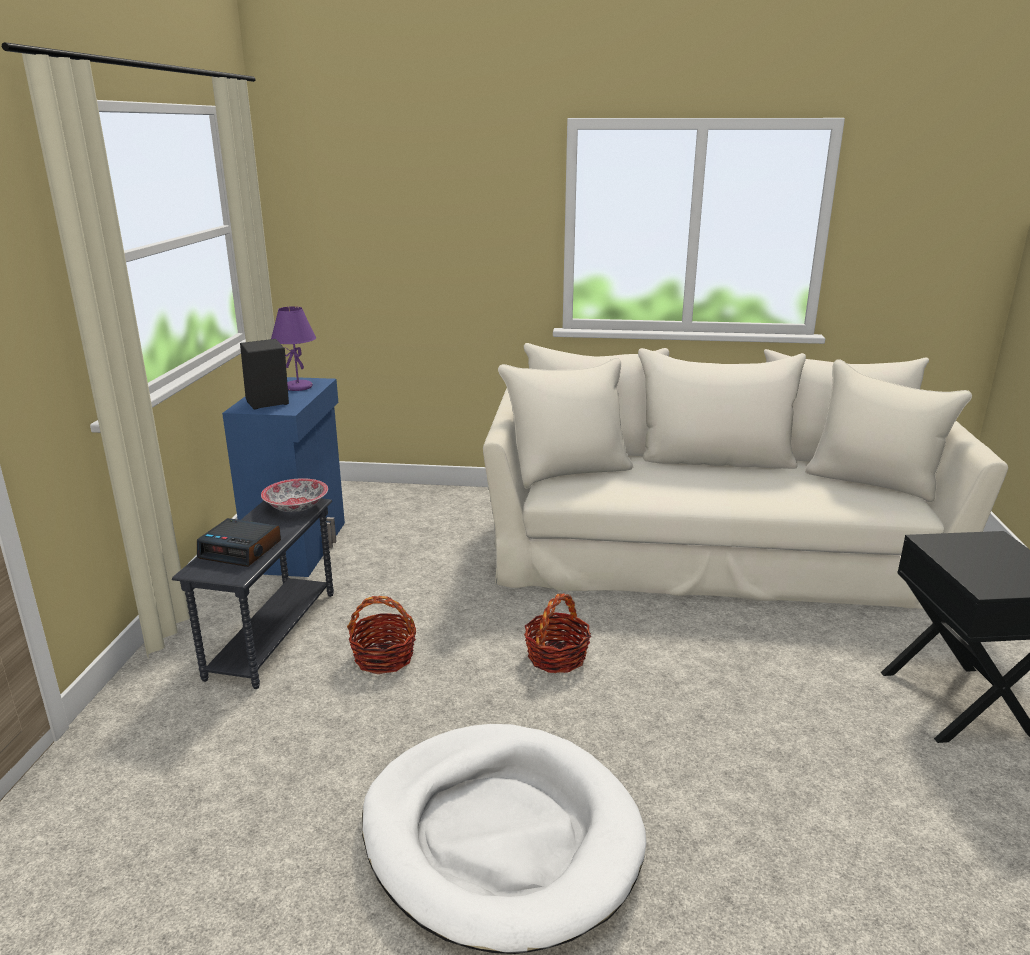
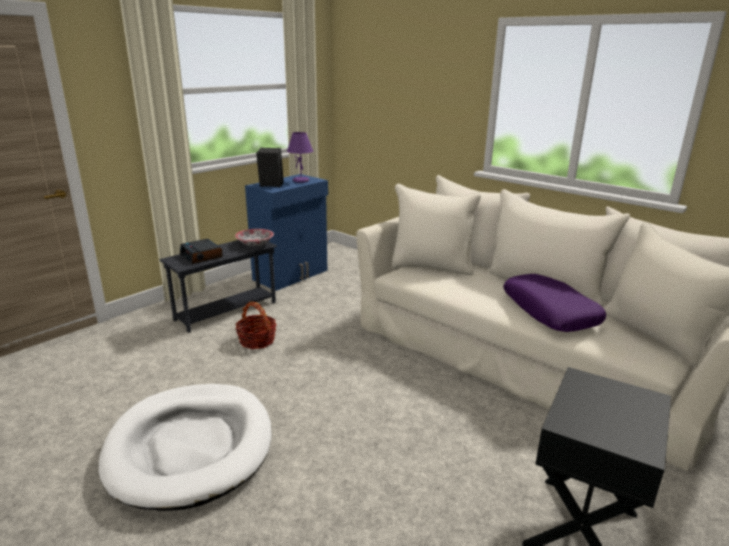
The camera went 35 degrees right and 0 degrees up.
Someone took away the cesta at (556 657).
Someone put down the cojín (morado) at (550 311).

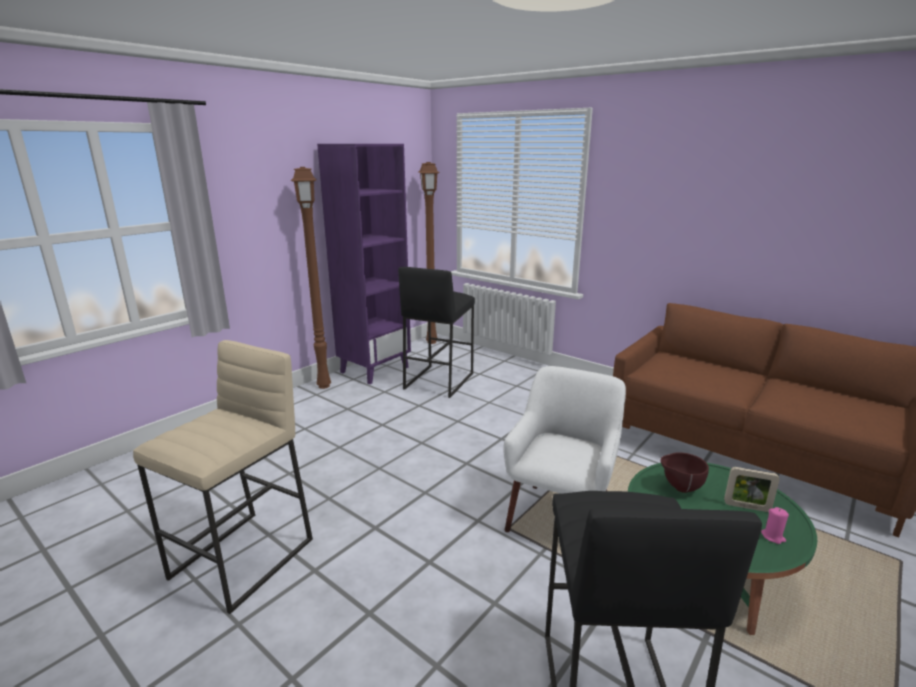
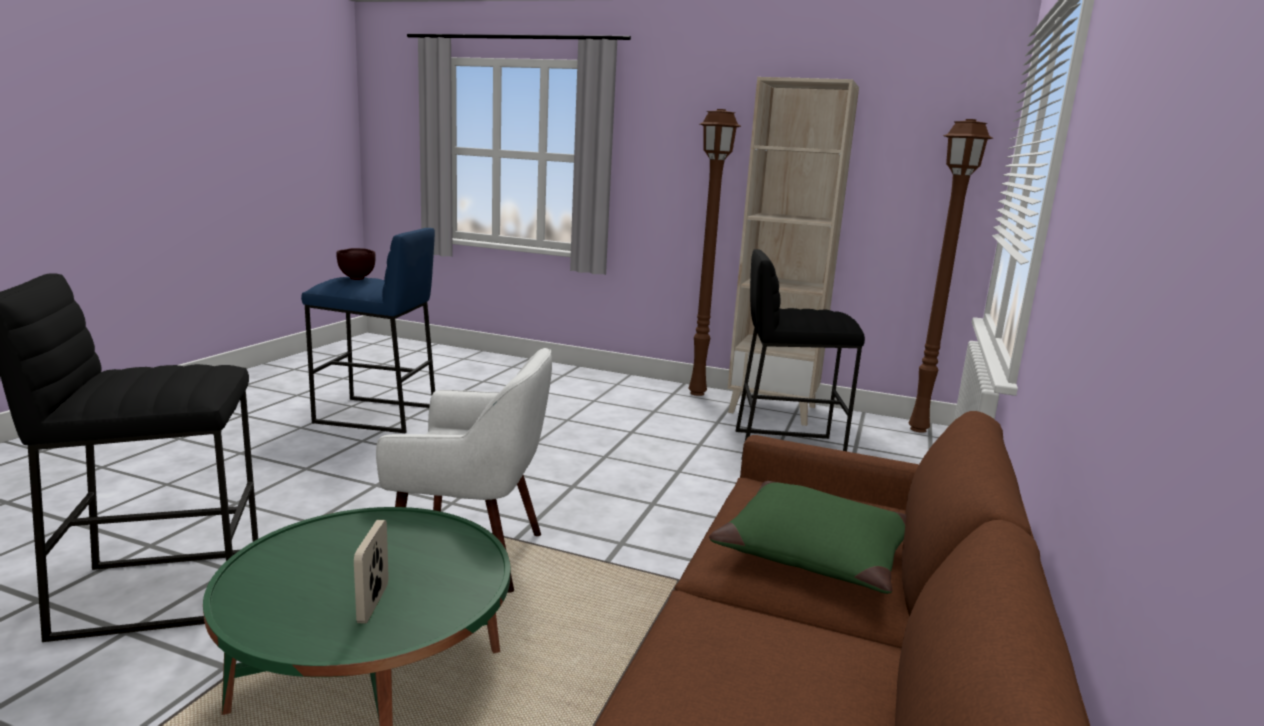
The camera went 70 degrees right and 5 degrees down.
Someone repainted the estantería (morado) at (374 369), which became the estantería (beis) at (773 409).
Someone repainted the taburete (beis) at (243 559), which became the taburete (azul) at (375 415).
Someone carried the cuenco (marrón) from (679 488) to (357 278).
Someone took away the vela (rosa) at (773 537).
Someone put down the cojín (verde) at (815 552).

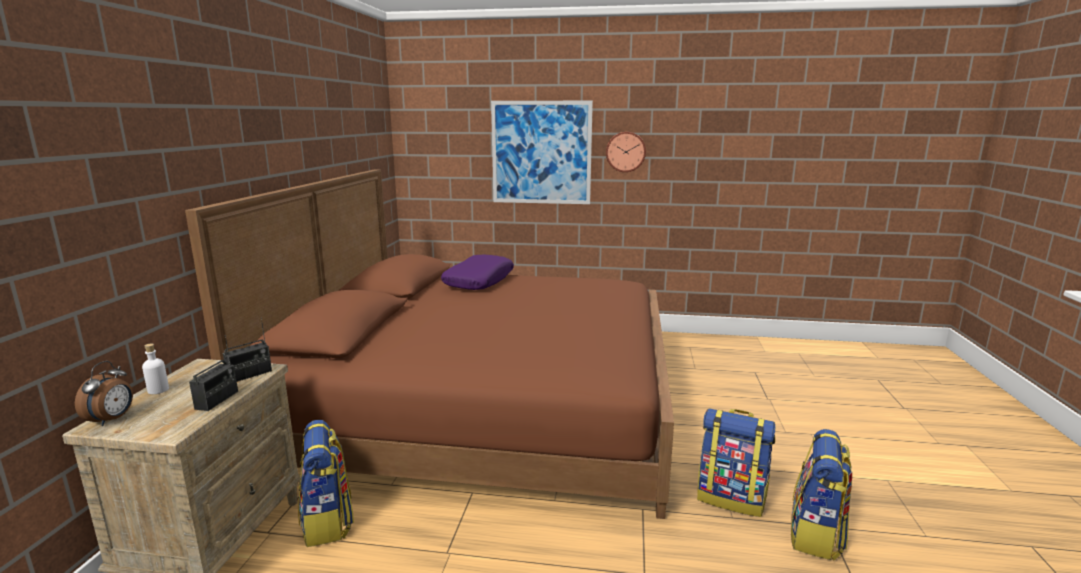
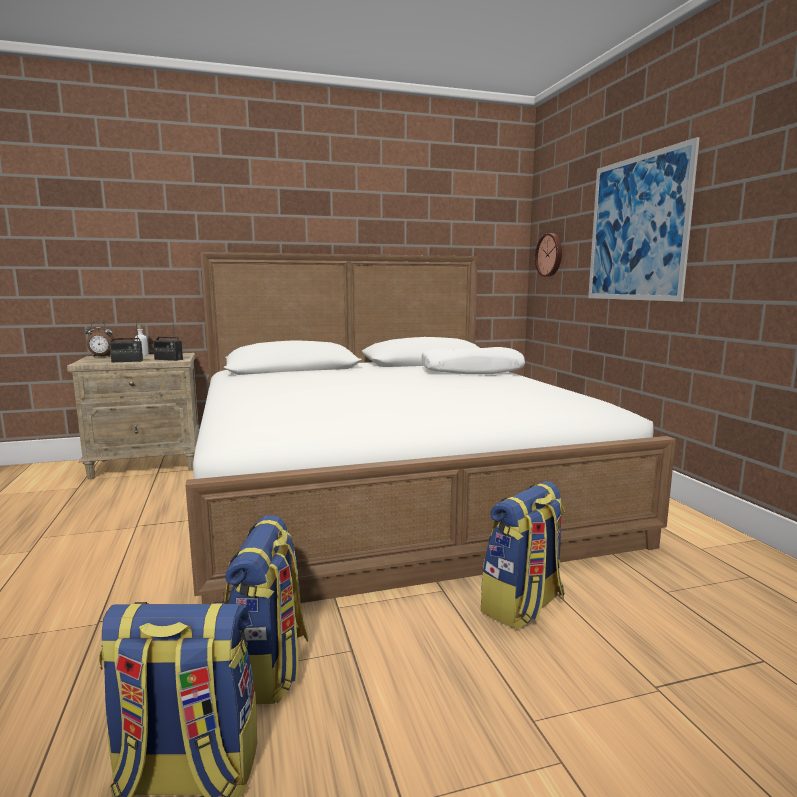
The camera went 65 degrees right and 5 degrees down.
Someone carried the reloj de pared from (625 151) to (550 255).
Someone repainted the cama (marrón) at (485 402), which became the cama (blanco) at (387 487).
Someone repainted the cojín (morado) at (478 281), which became the cojín (blanco) at (471 371).
Someone carried the mochila from (328 522) to (523 606).

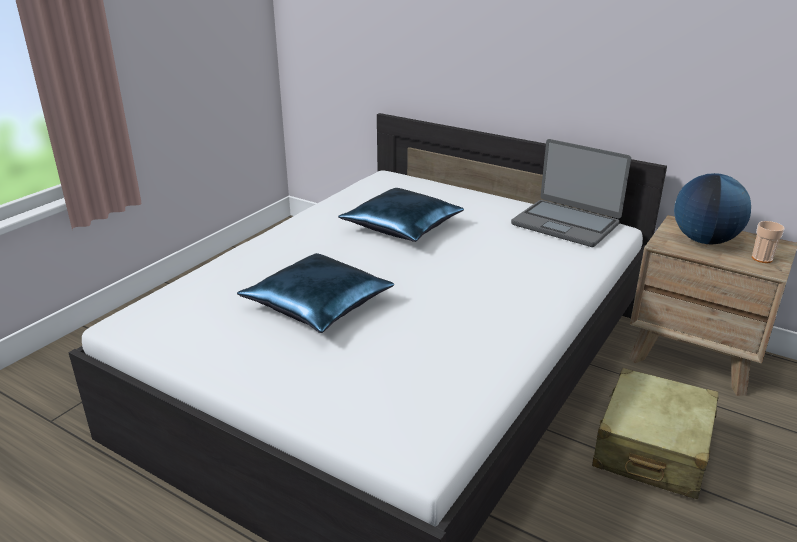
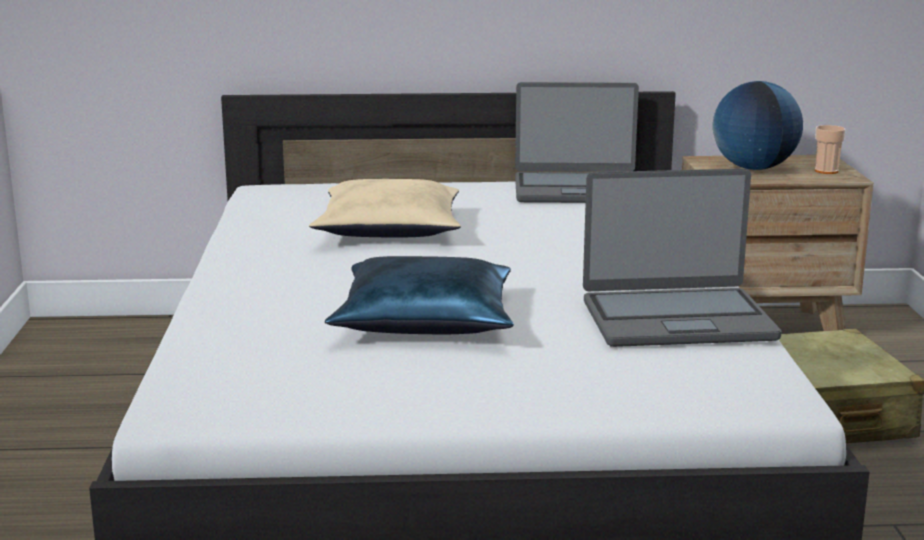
The camera went 35 degrees left and 10 degrees down.
Someone repainted the cojín (azul) at (403 226), which became the cojín (beis) at (391 229).
Someone put down the portátil at (676 319).

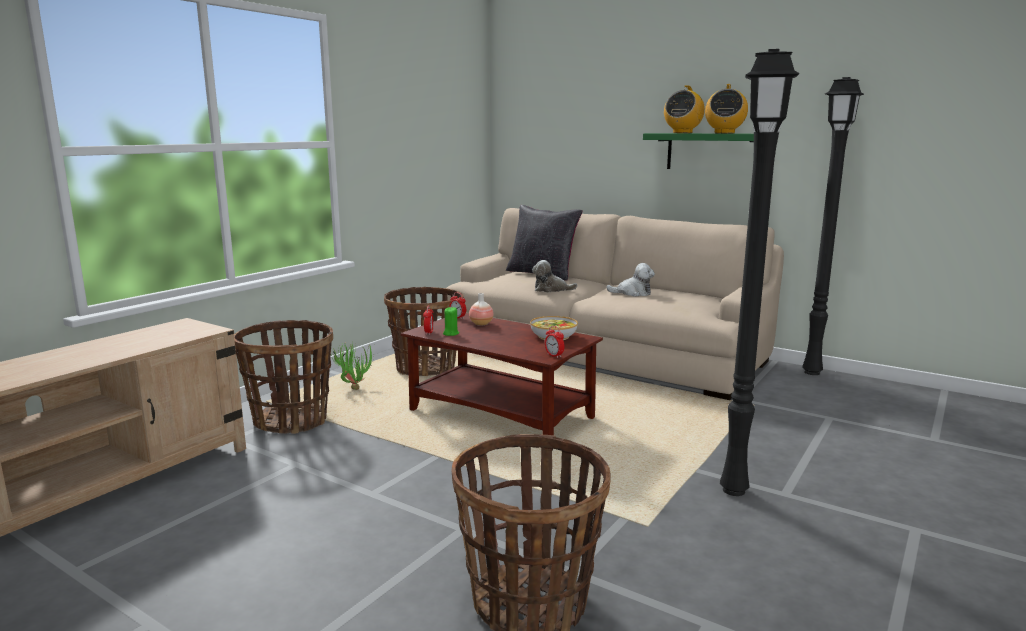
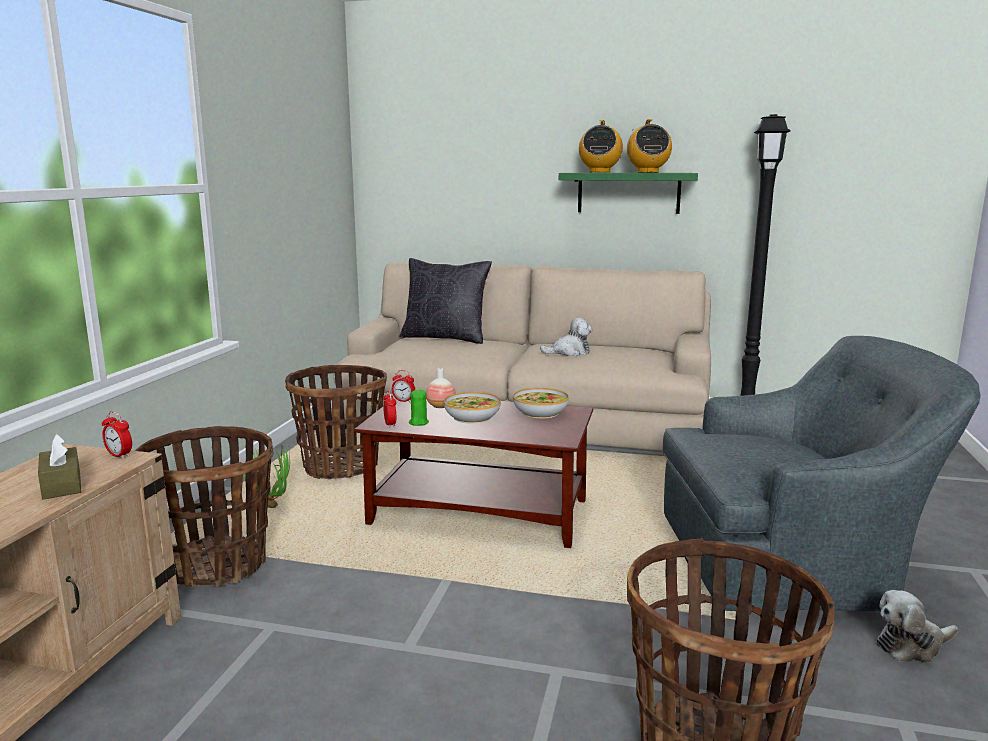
The camera went 20 degrees left and 0 degrees up.
Someone swapped the lámpara de pie (negro) at (735 491) for the sillón (gris) at (793 562).
Someone carried the peluche from (551 289) to (911 645).
Someone carried the despertador from (554 356) to (119 455).
Someone put down the cuenco at (472 417).
Someone put down the caja de pañuelos (marrón) at (61 485).

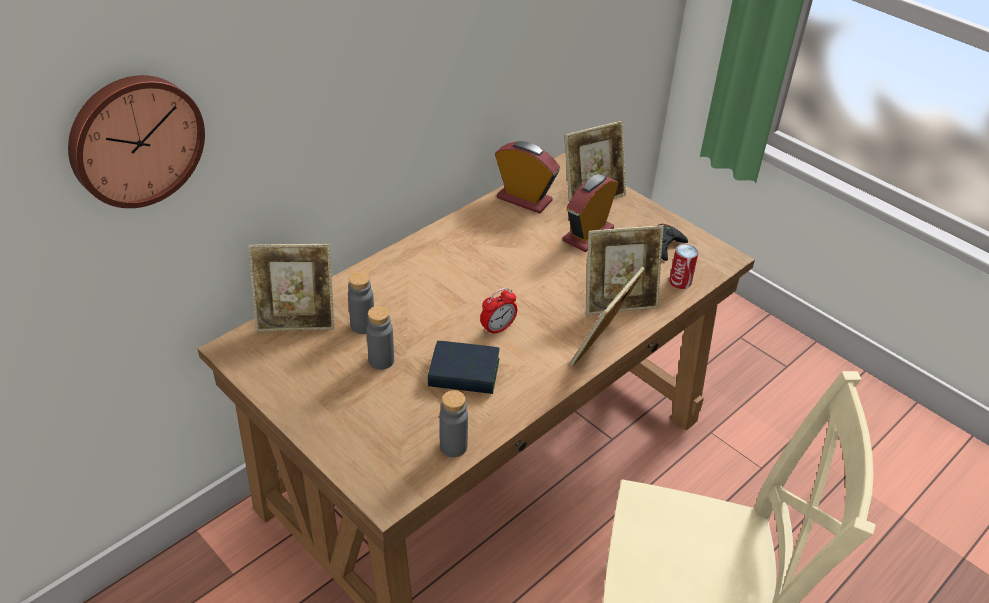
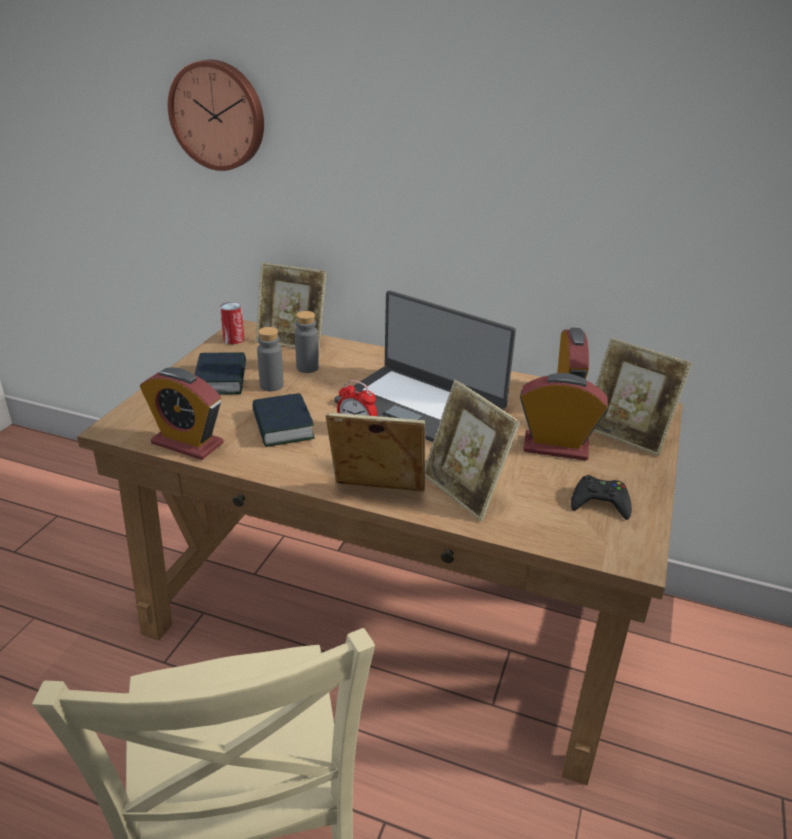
The camera went 65 degrees right and 10 degrees down.
Someone rotated the portarretratos at (297 320) by 45 degrees counterclockwise.
Someone carried the lata from (680 281) to (233 339).
Someone swapped the botella (gris) at (453 446) for the despertador at (187 443).
Someone put down the portátil at (421 406).
Someone put down the libro at (221 380).

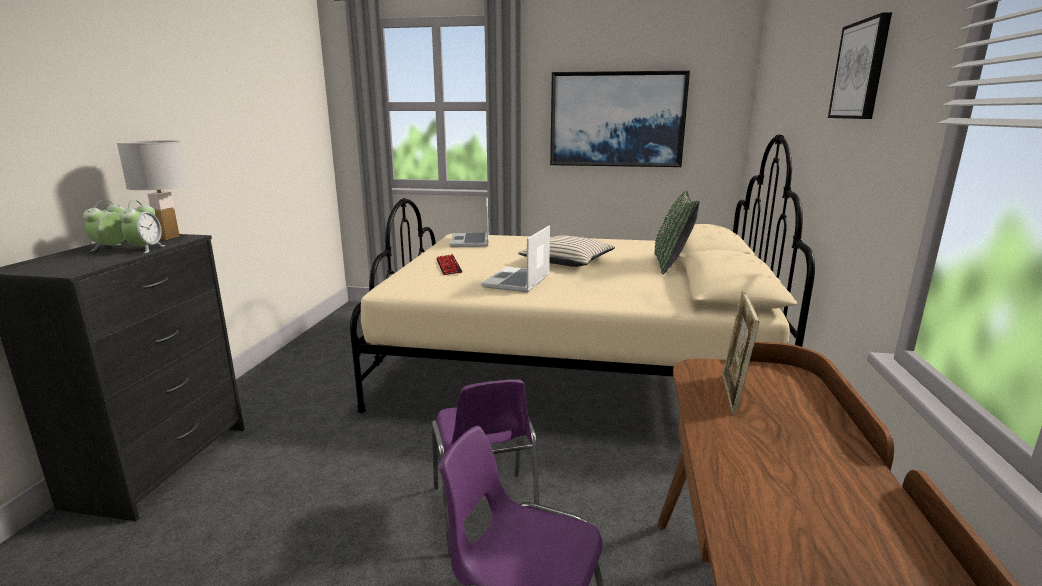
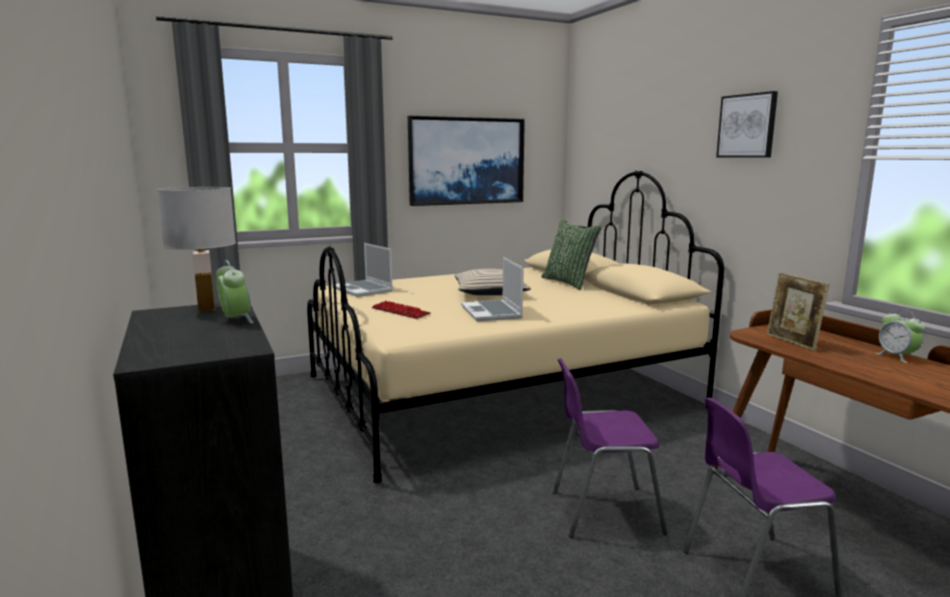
The camera went 35 degrees left and 5 degrees down.
Someone carried the despertador from (112 248) to (896 357).
Someone rotated the silla (morado) at (485 514) by 135 degrees clockwise.

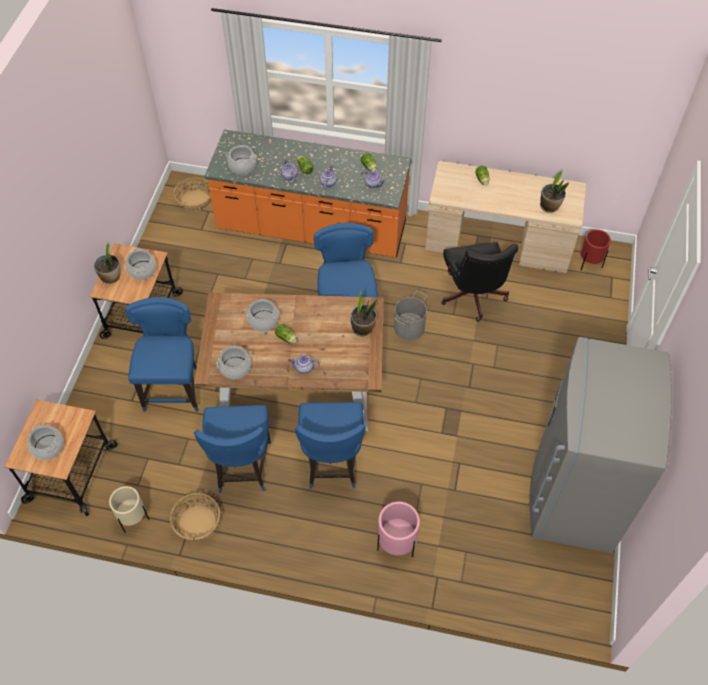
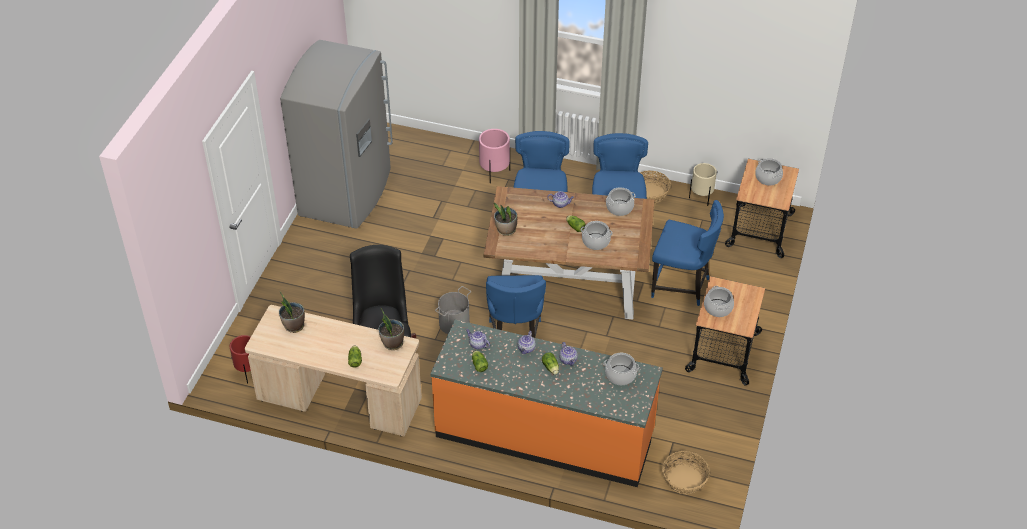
The camera went 175 degrees left and 10 degrees down.
Someone carried the planta en maceta from (111 277) to (392 343).
Someone rotated the silla (azul) at (174 388) by 75 degrees counterclockwise.

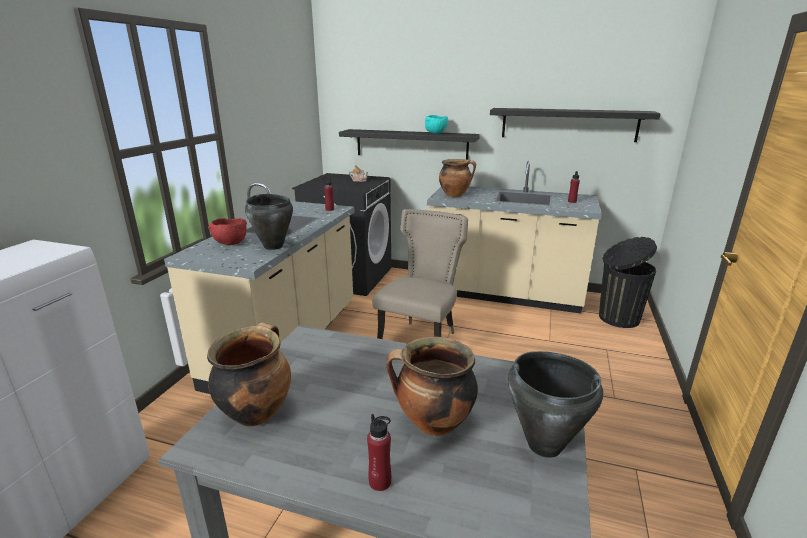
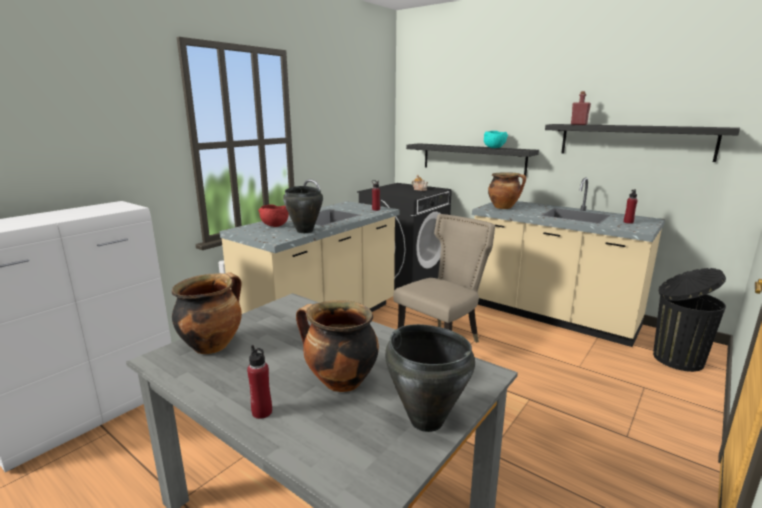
The camera went 20 degrees right and 5 degrees down.
Someone put down the botella (rojo) at (578 124).

